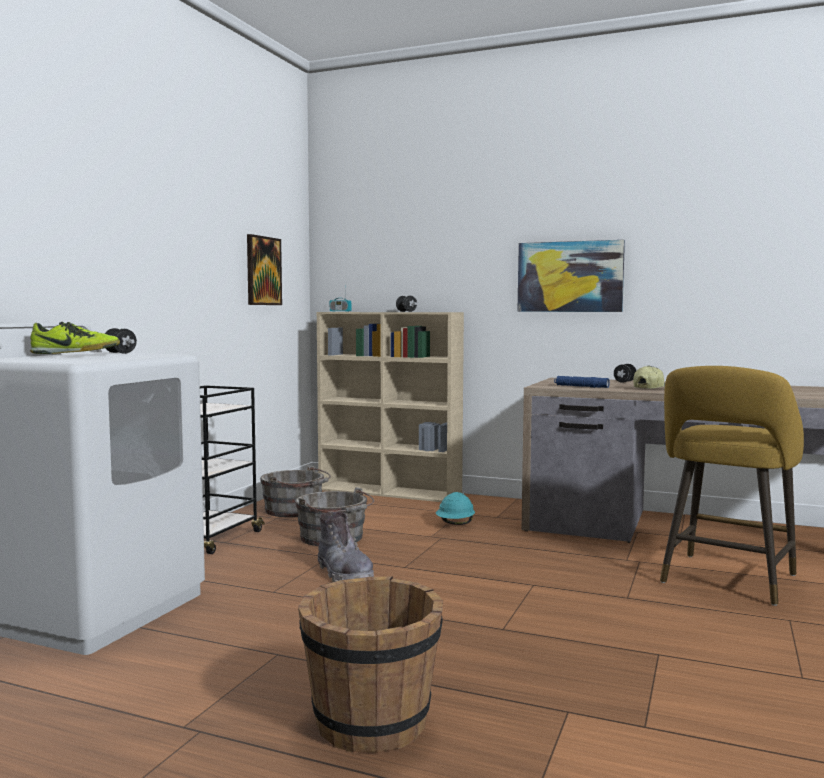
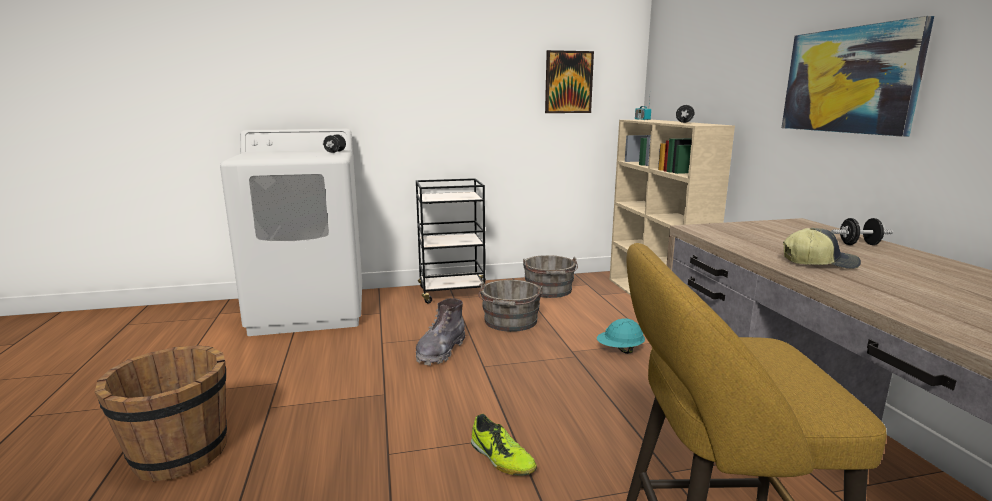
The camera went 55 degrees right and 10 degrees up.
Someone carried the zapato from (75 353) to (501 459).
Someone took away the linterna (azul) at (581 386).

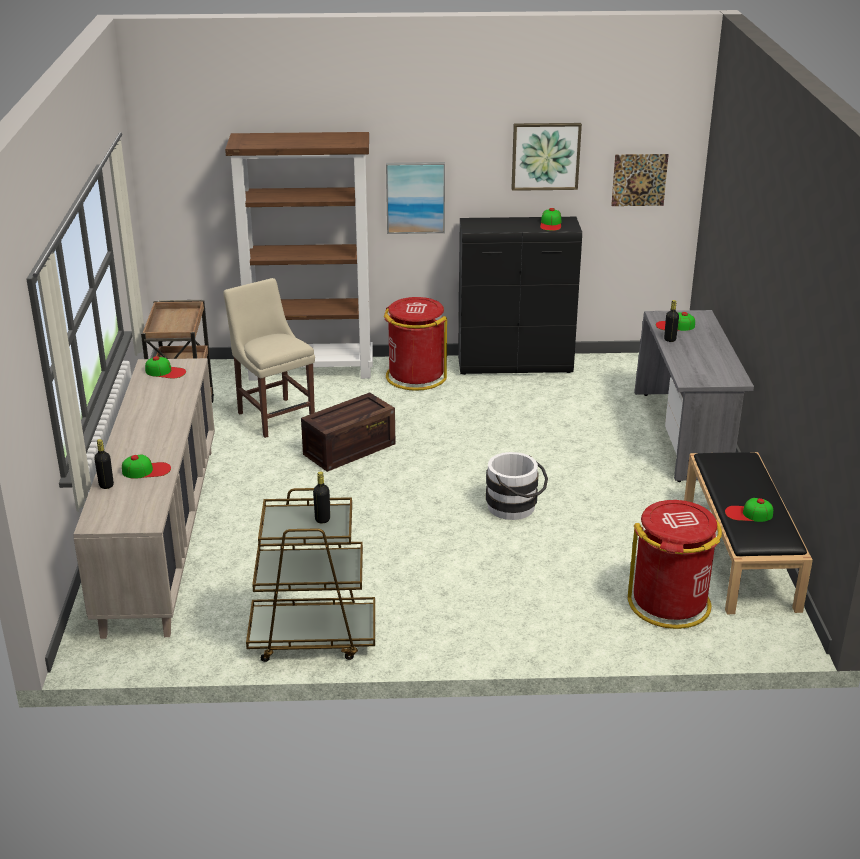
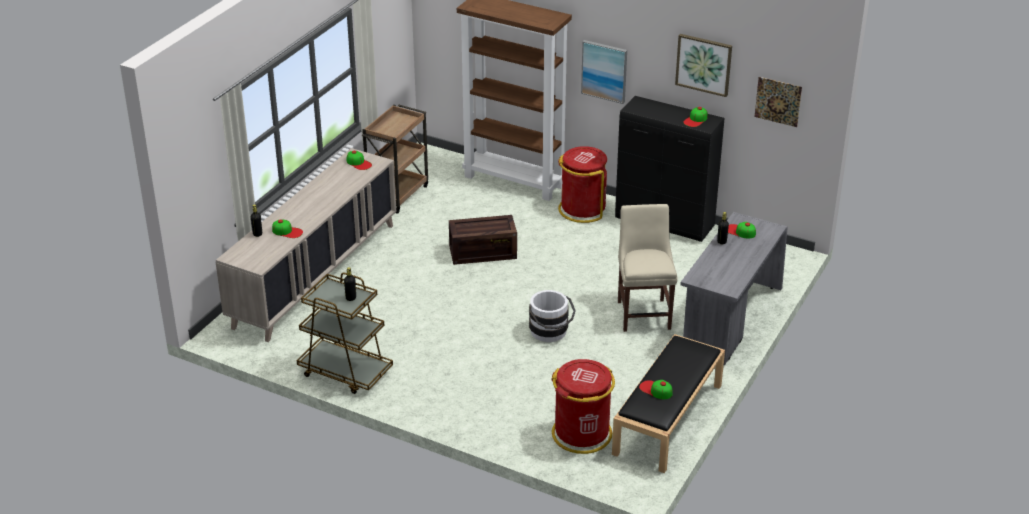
The camera went 30 degrees right and 5 degrees up.
Someone carried the silla (beis) from (274 415) to (643 313).

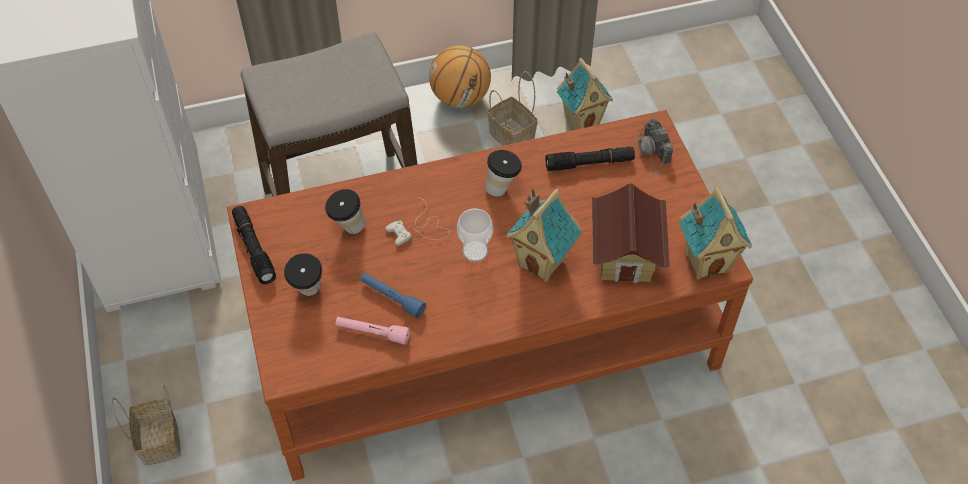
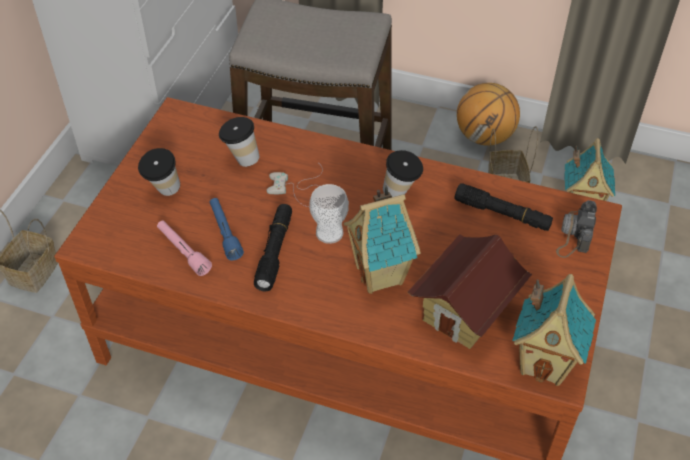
The camera went 35 degrees right and 5 degrees down.
Someone carried the linterna (negro) from (254 249) to (275 252).

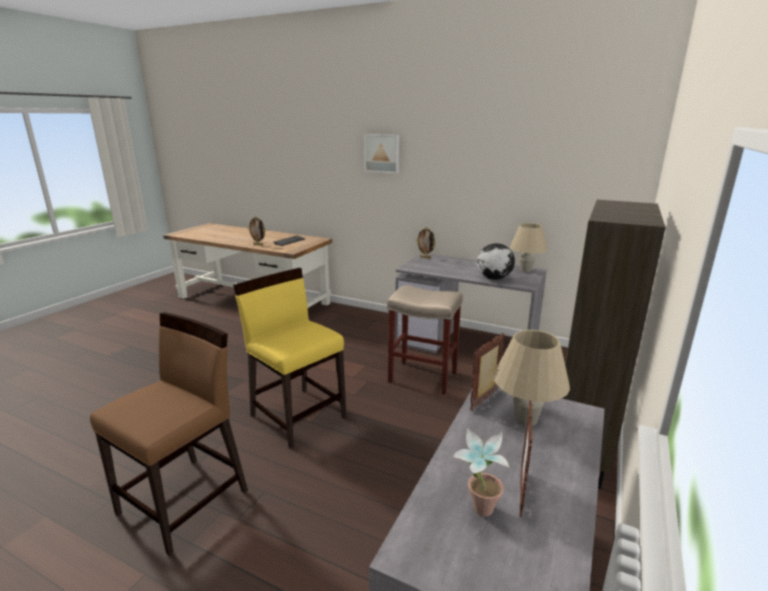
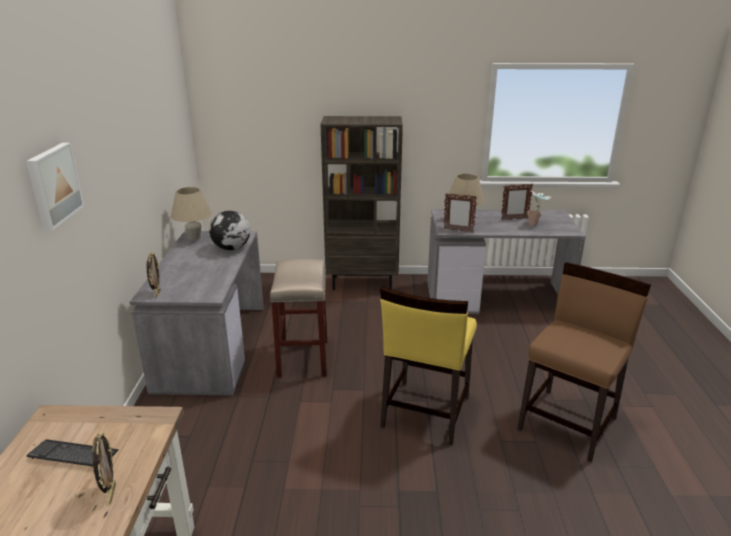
The camera went 115 degrees left and 5 degrees up.
Someone rotated the silla (marrón) at (185 501) by 120 degrees clockwise.

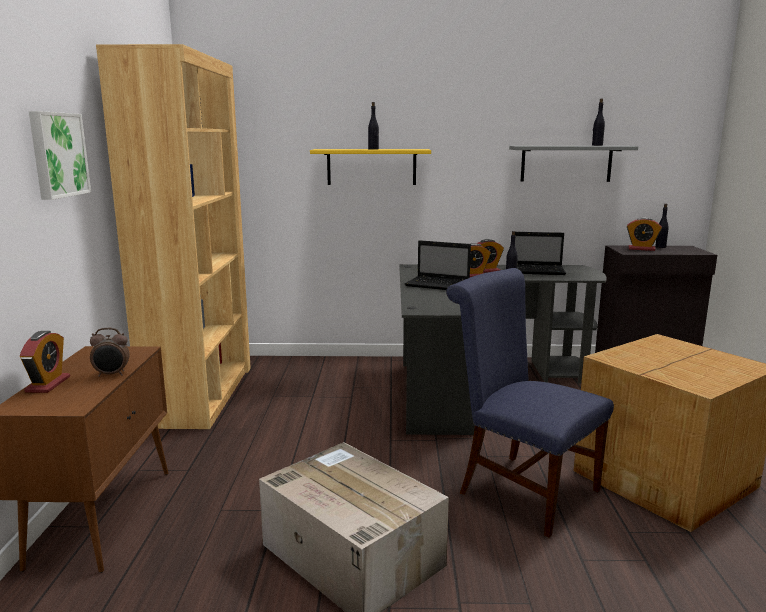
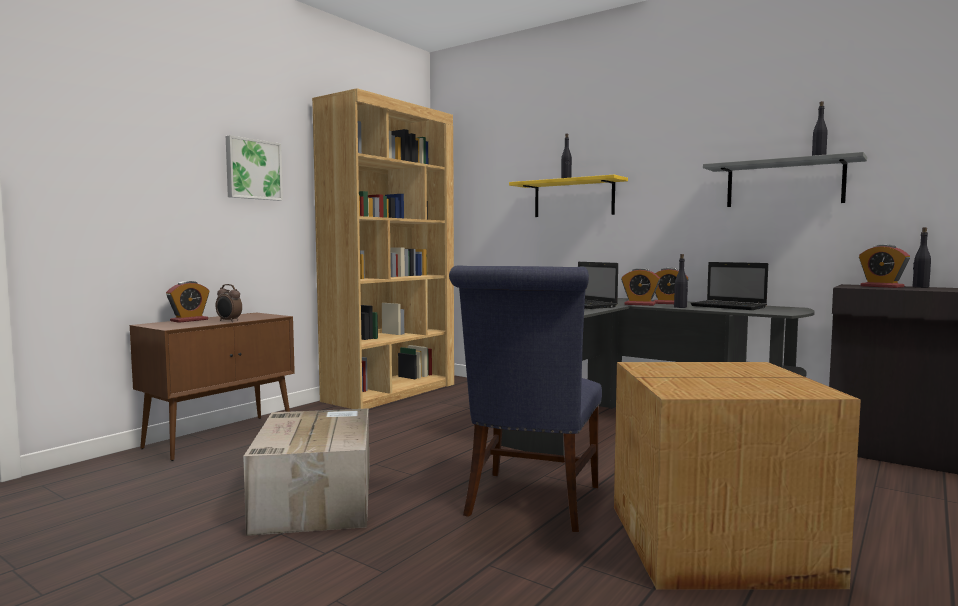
The camera went 35 degrees right and 10 degrees down.
Someone rotated the silla (azul) at (521 489) by 150 degrees counterclockwise.

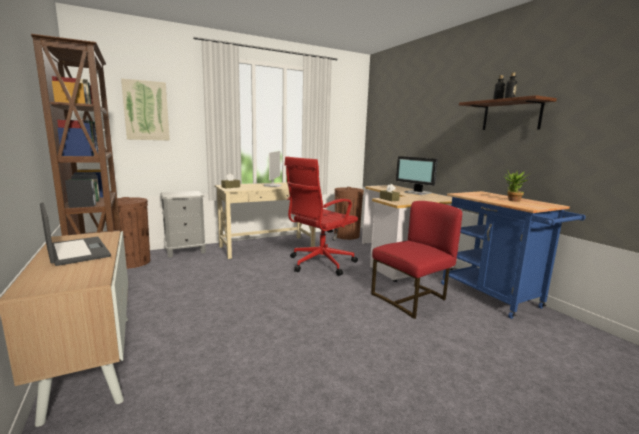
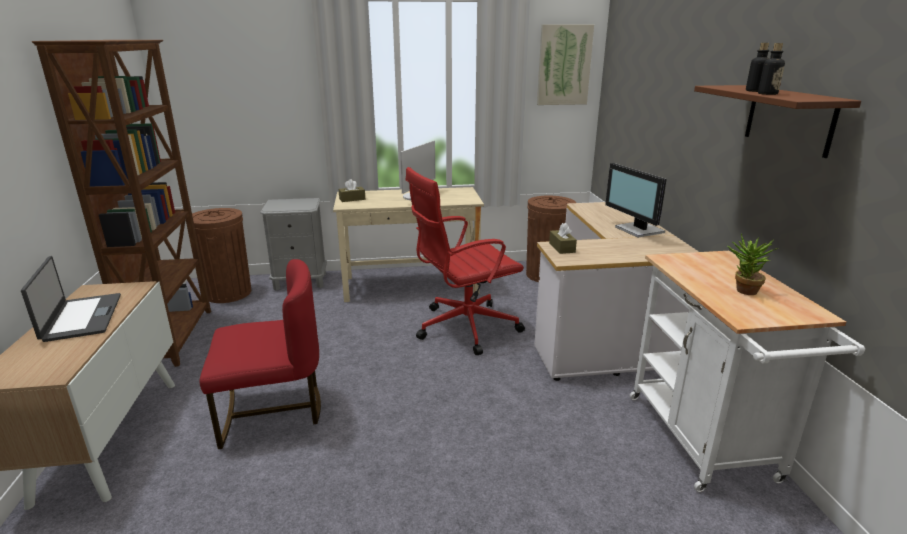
The camera went 20 degrees right and 10 degrees up.
Someone carried the cuadro from (146 111) to (564 65).
Someone repainted the carrito (azul) at (495 298), which became the carrito (blanco) at (706 444).
Someone carried the silla (rojo) from (412 298) to (272 412).

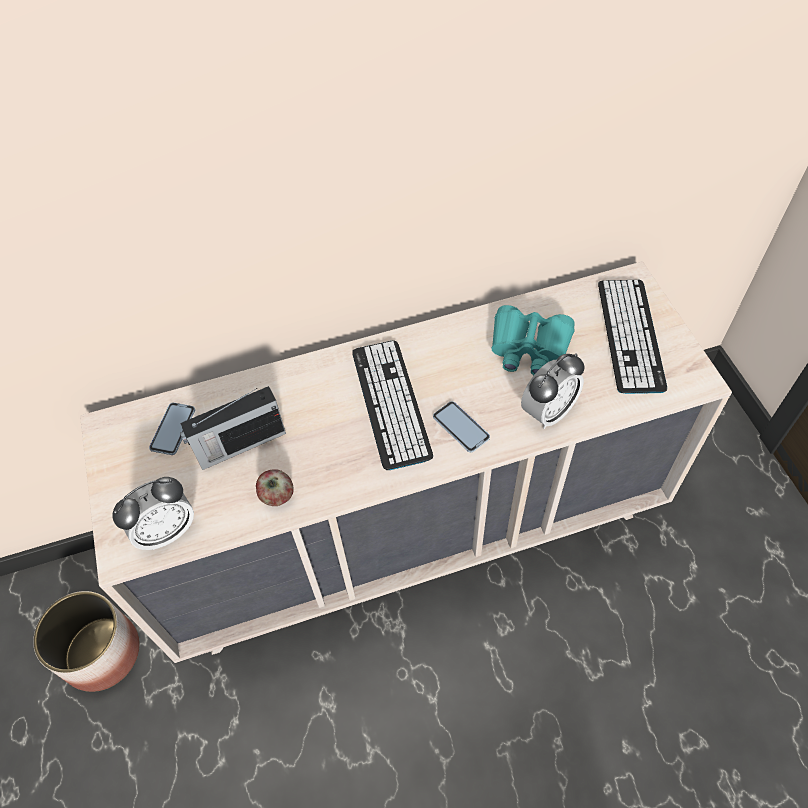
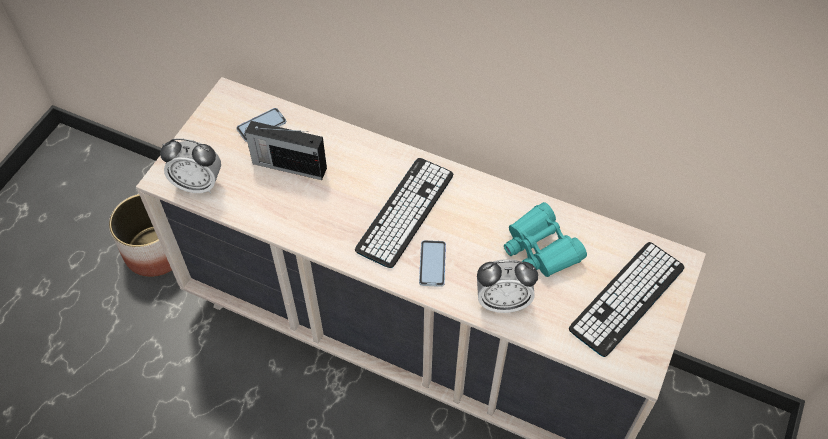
The camera went 40 degrees right and 0 degrees up.
Someone took away the manzana at (277 496).

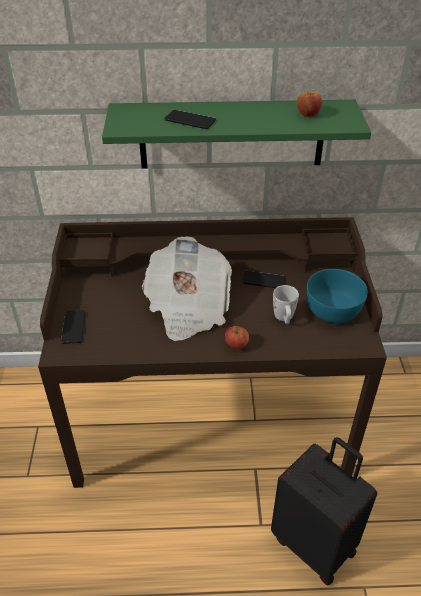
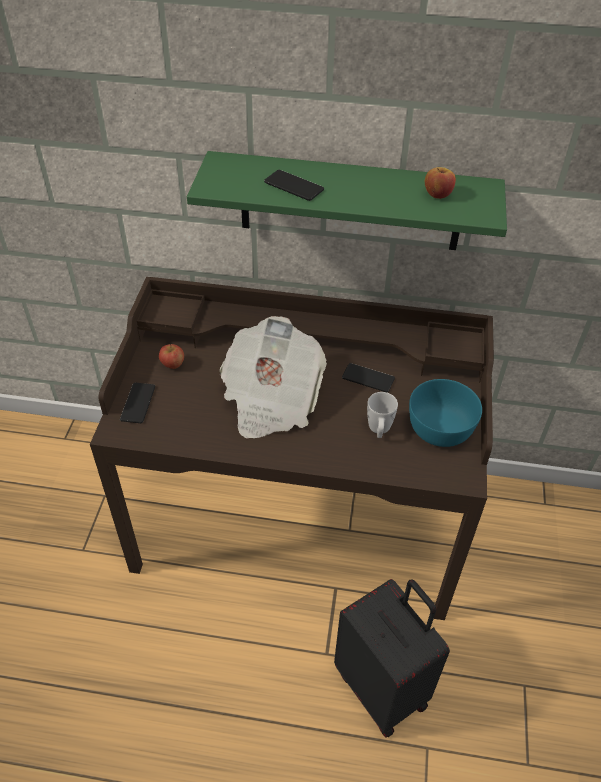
The camera went 10 degrees right and 5 degrees up.
Someone carried the manzana from (236 345) to (173 365).

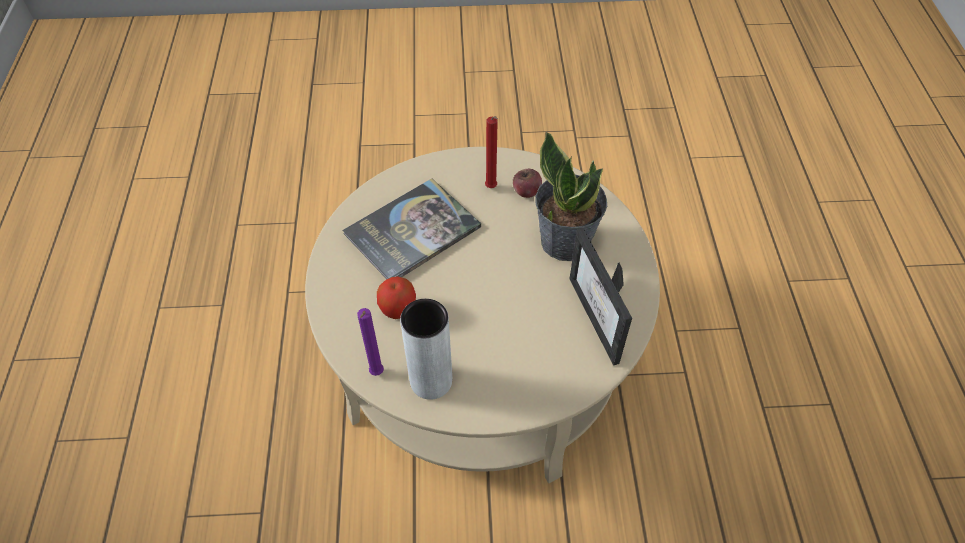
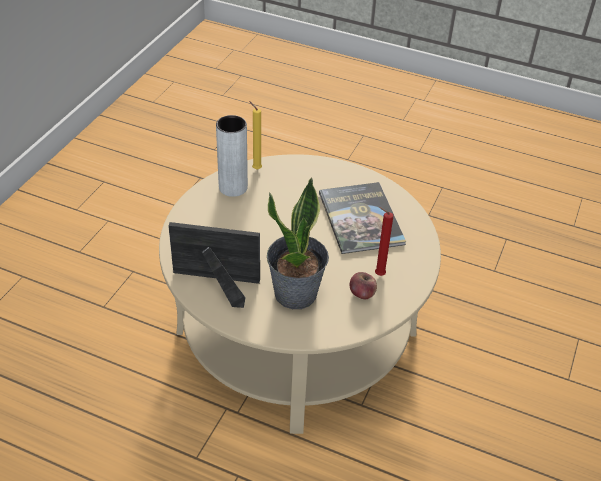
The camera went 115 degrees right and 10 degrees down.
Someone took away the manzana at (398 309).
Someone repainted the vela (morado) at (376 374), which became the vela (amarillo) at (255 168).

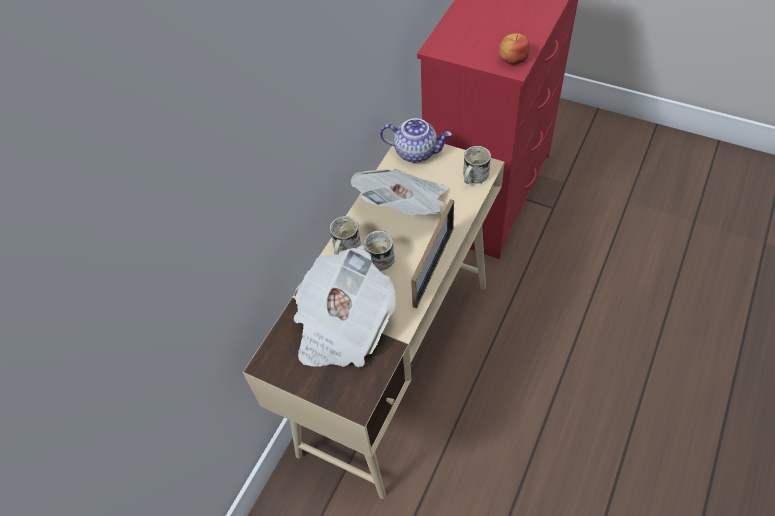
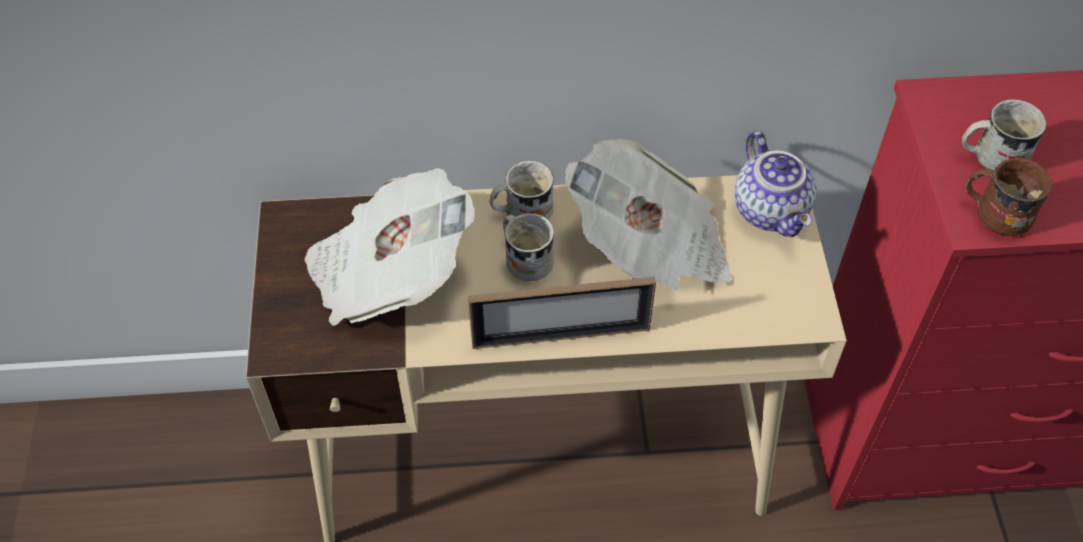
The camera went 55 degrees right and 0 degrees up.
Someone swapped the manzana at (513 59) for the taza grande (marrón) at (995 213).
Someone carried the taza grande (blanco) from (473 178) to (990 157).

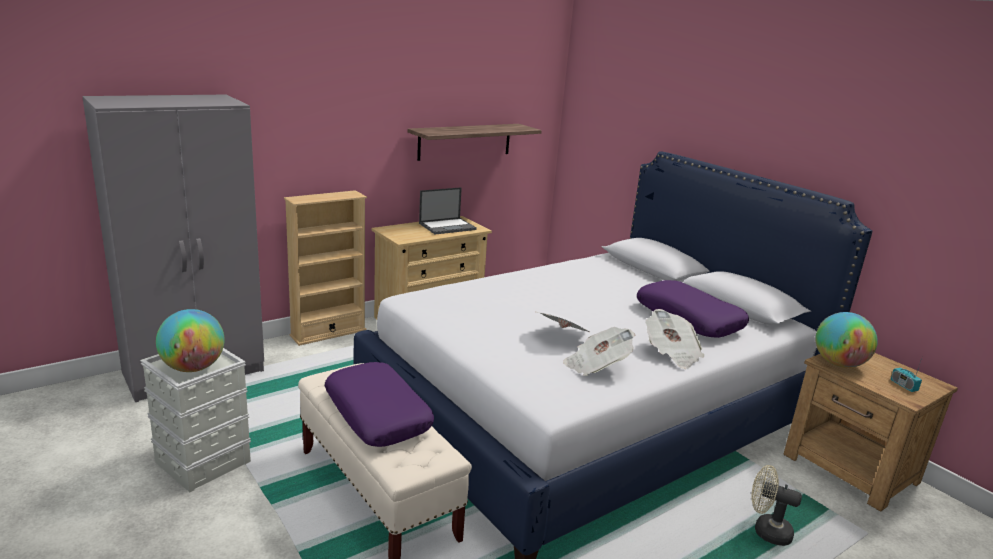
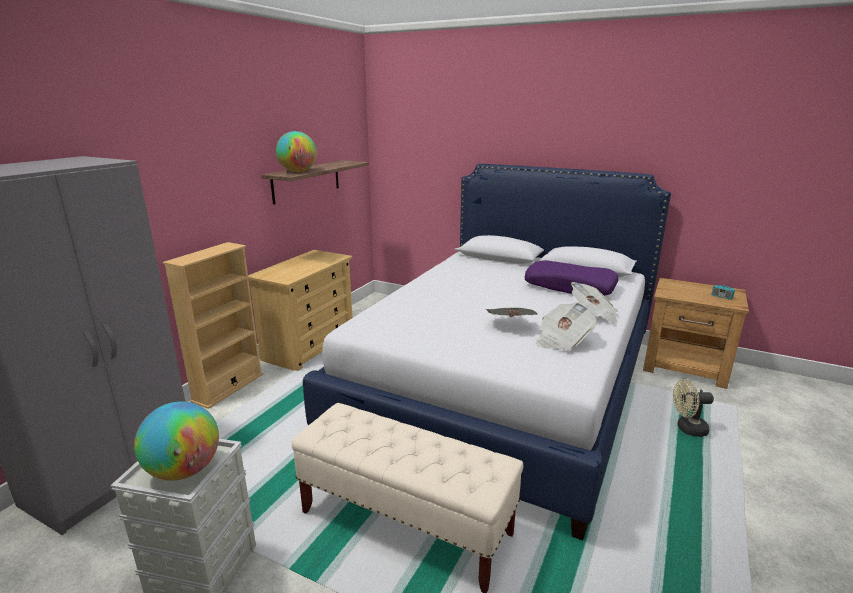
The camera went 25 degrees left and 0 degrees up.
Someone took away the portátil at (448 226).
Someone carried the globo terráqueo from (838 364) to (298 171).
Someone took away the cojín (morado) at (378 414).

